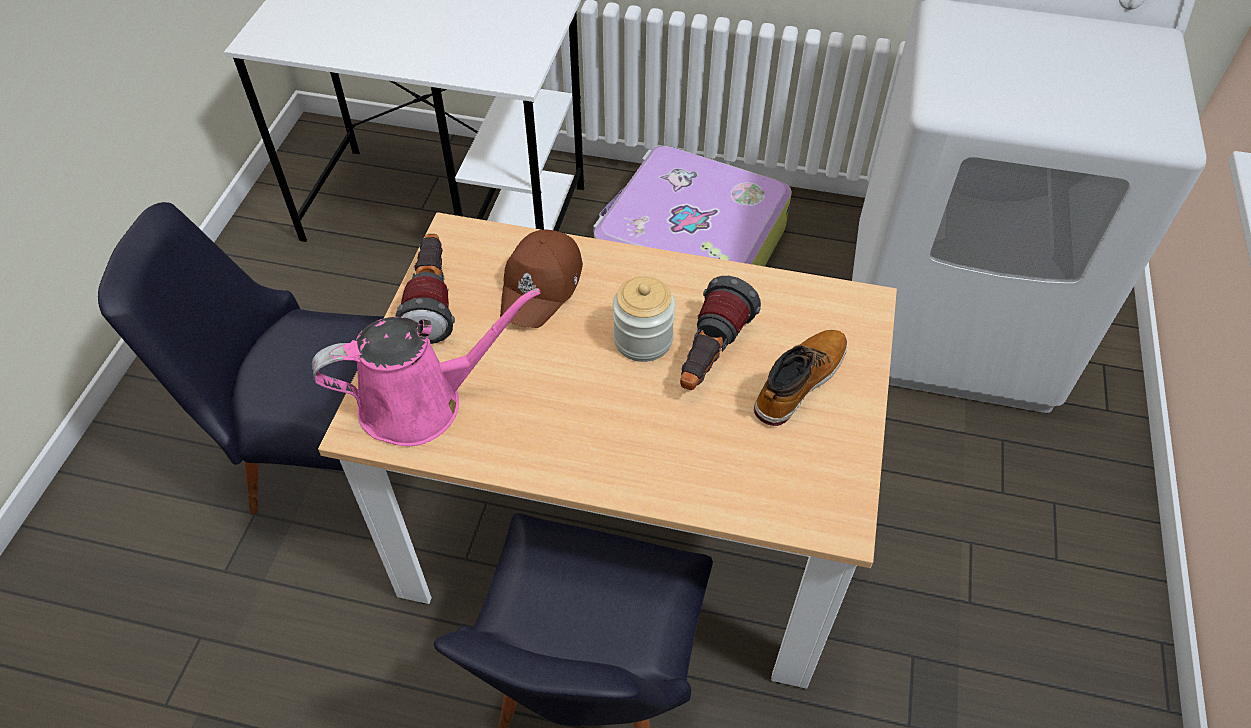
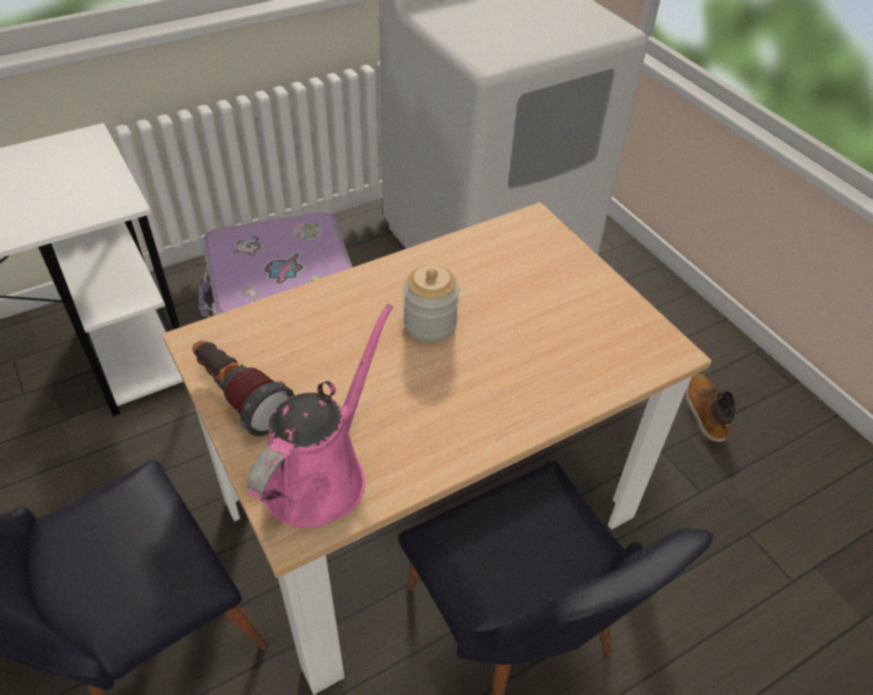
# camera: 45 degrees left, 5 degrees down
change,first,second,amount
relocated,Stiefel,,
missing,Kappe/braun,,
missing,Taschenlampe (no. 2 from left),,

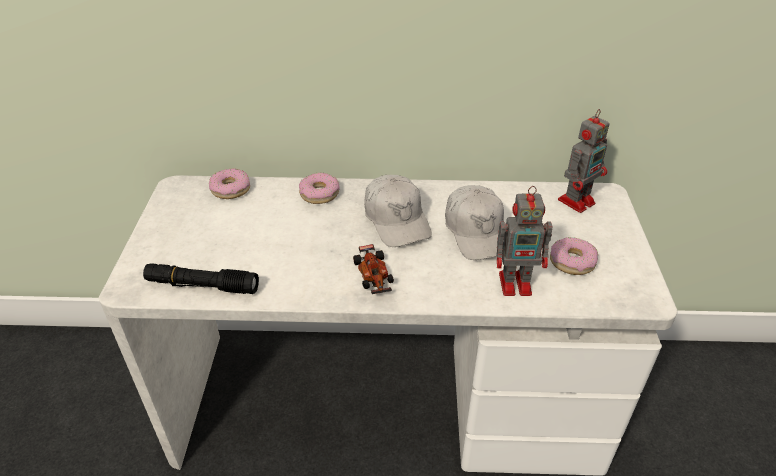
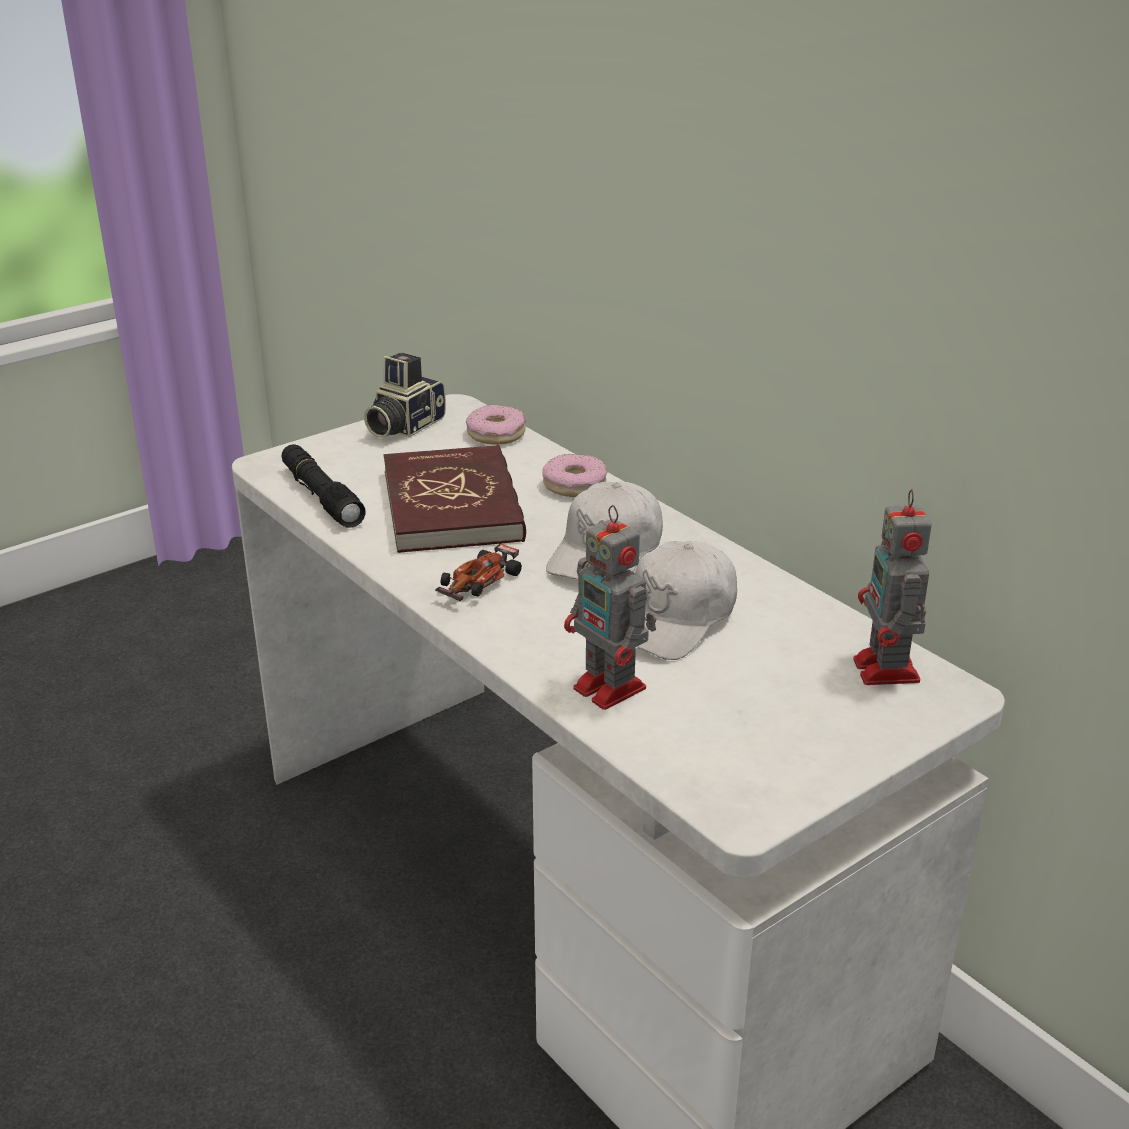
# camera: 50 degrees right, 10 degrees down
change,first,second,amount
appeared,,Kamera,
appeared,,Buch/rot,
spun,Spielzeugroboter (no. 2 from left),,75 degrees clockwise
missing,Donut (no. 3 from left),,

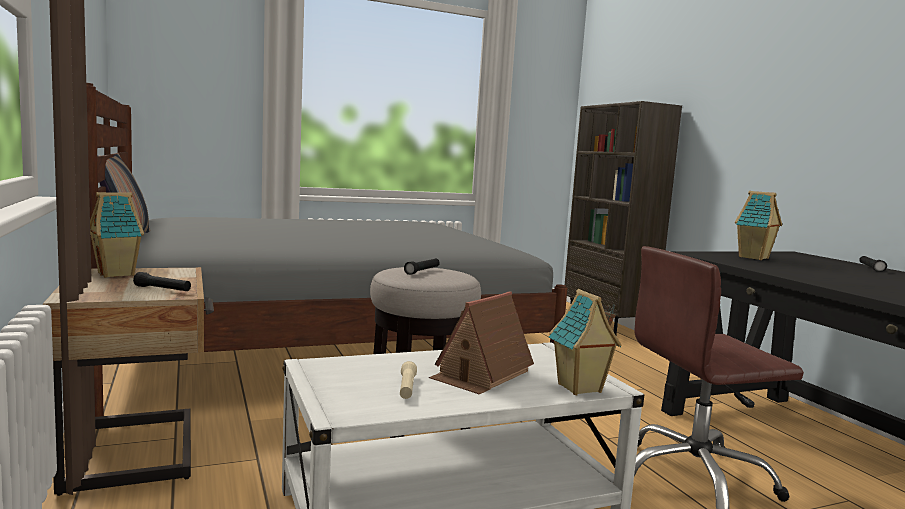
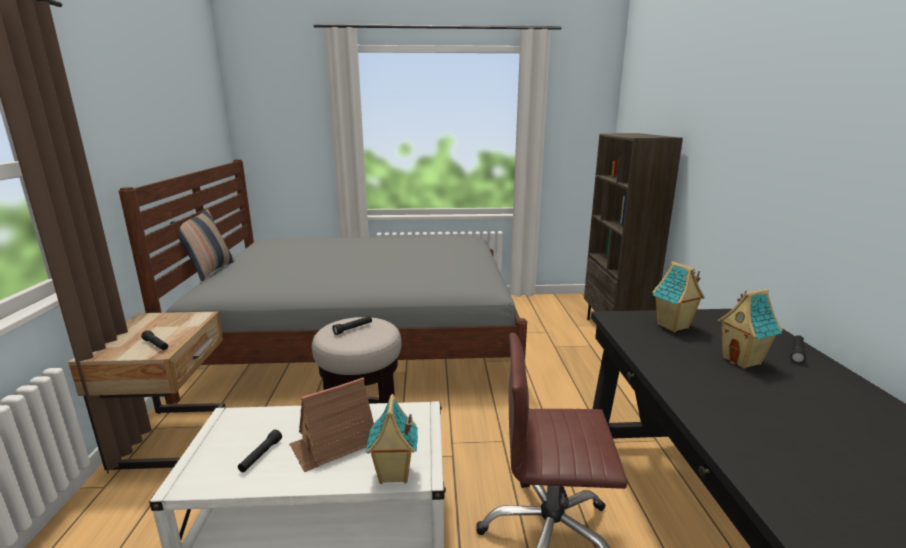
# camera: 20 degrees right, 10 degrees up
change,first,second,amount
colour,Taschenlampe/beige,Taschenlampe/schwarz (no. 2 from left),
relocated,Spielzeughaus (no. 1 from left in the first image),Spielzeughaus (no. 4 from left),

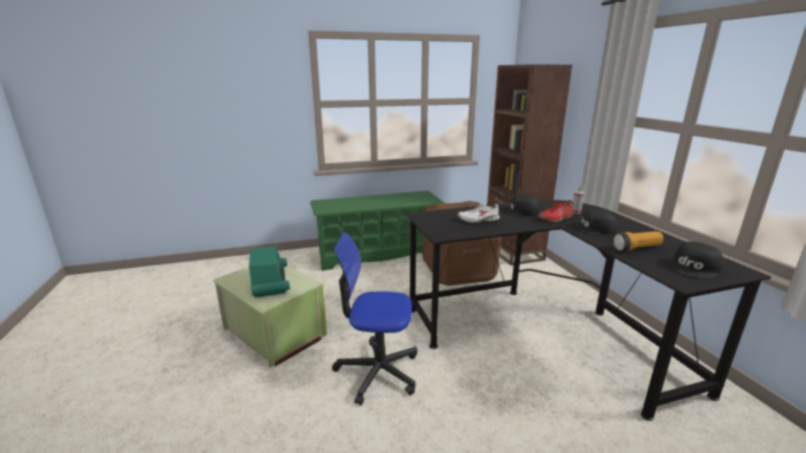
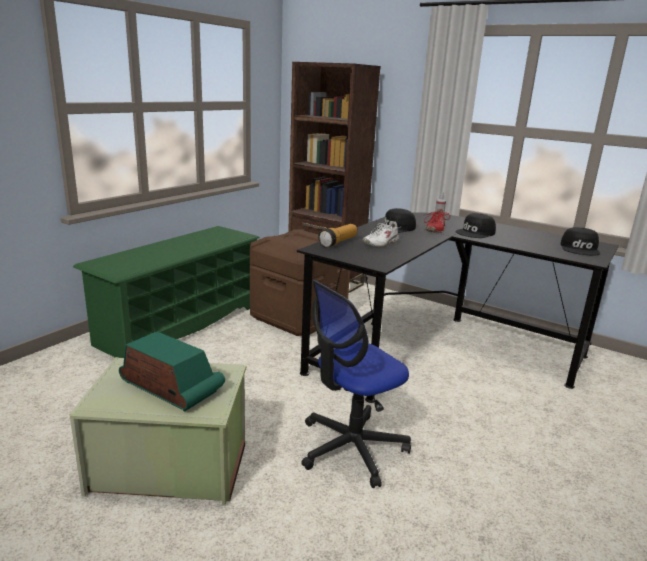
# camera: 40 degrees left, 0 degrees up
change,first,second,amount
relocated,Taschenlampe,,

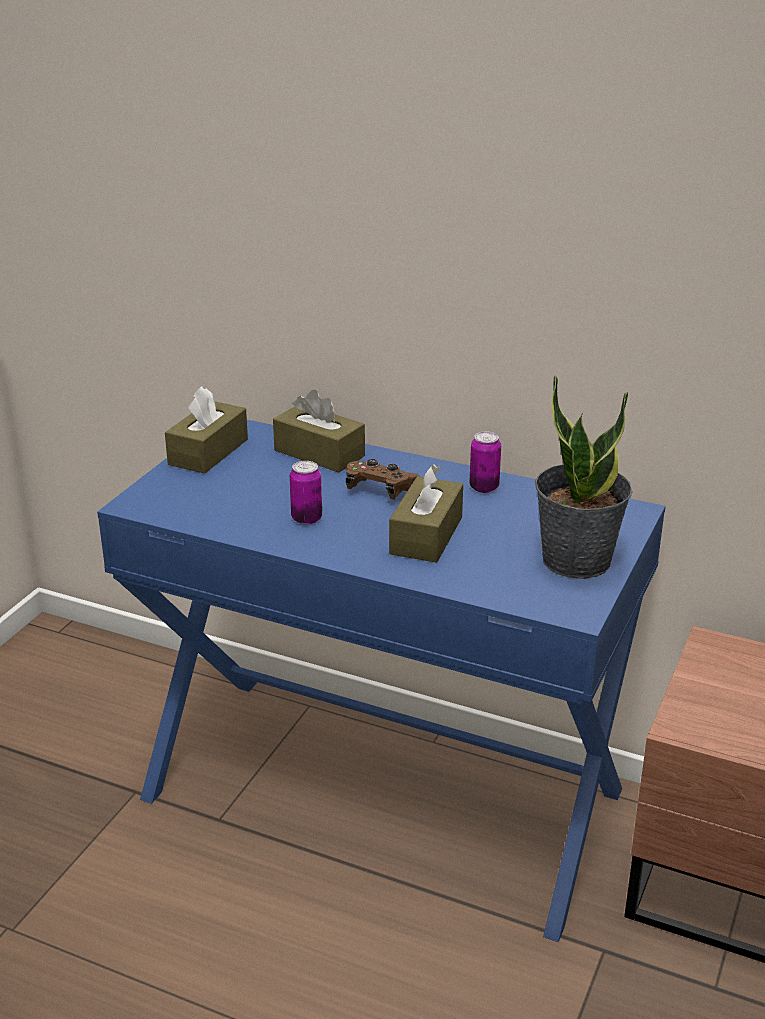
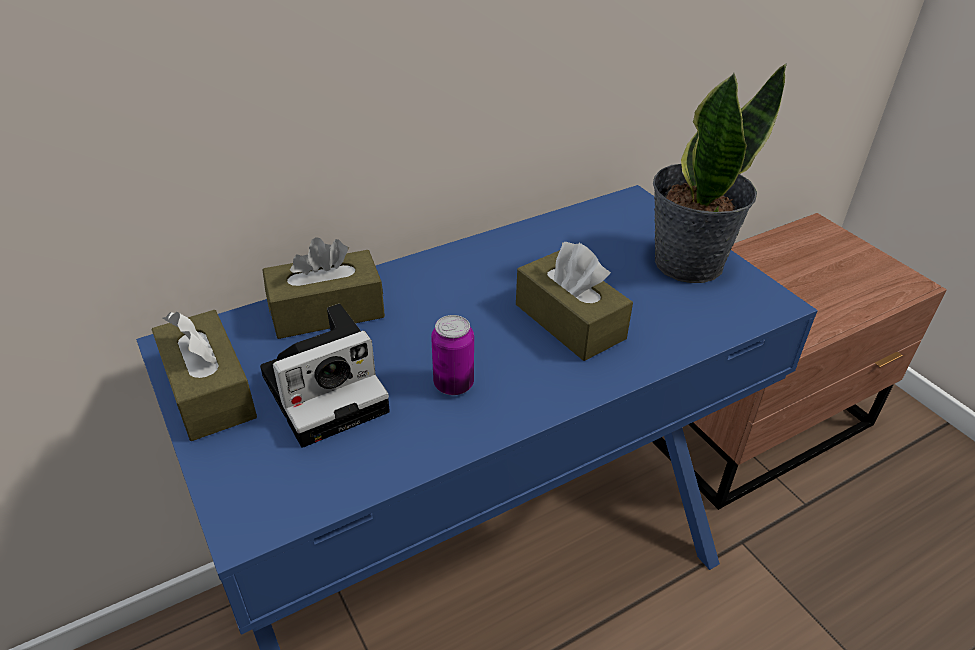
# camera: 55 degrees left, 10 degrees up
change,first,second,amount
appeared,,Kamera,
missing,Gamepad/braun,,
missing,Dose (no. 2 from left),,

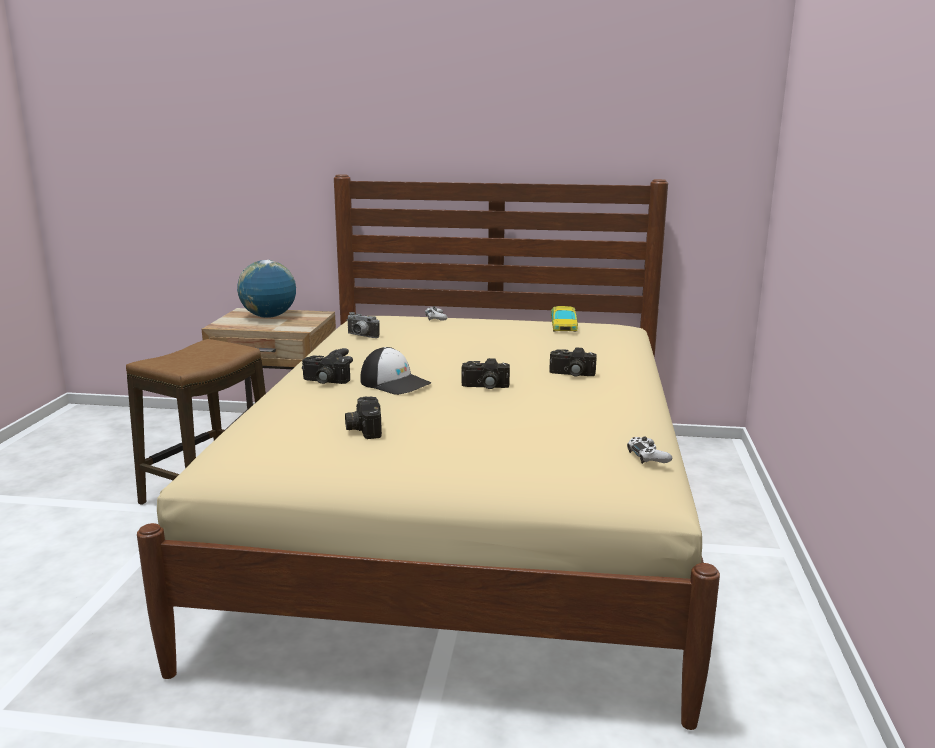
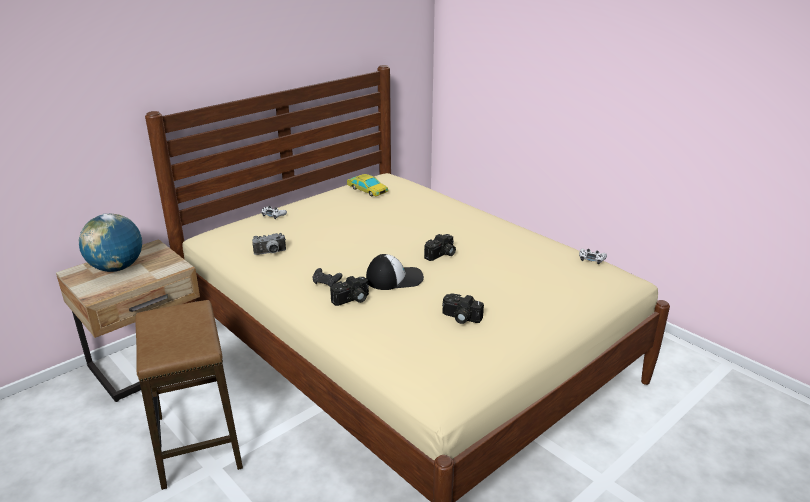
# camera: 50 degrees left, 10 degrees up
change,first,second,amount
missing,Kamera (no. 5 from left),,

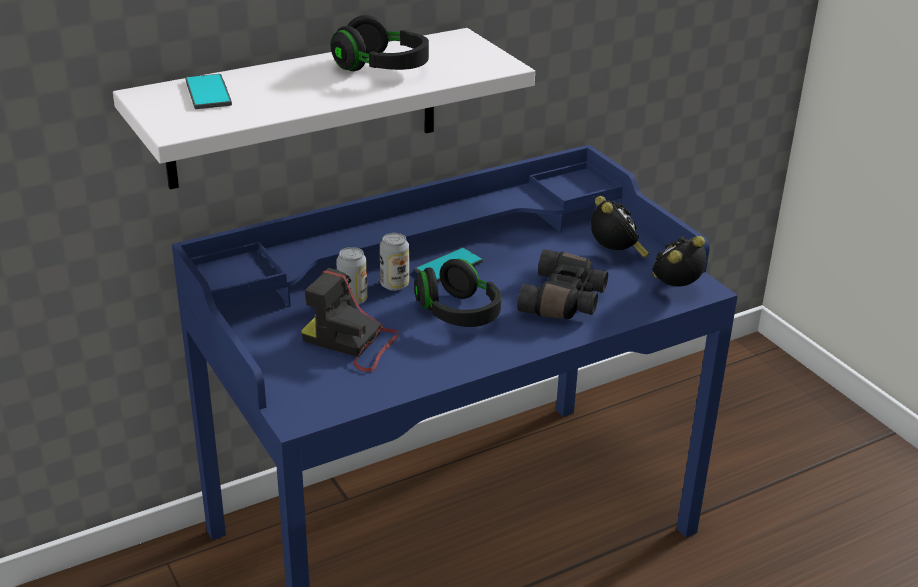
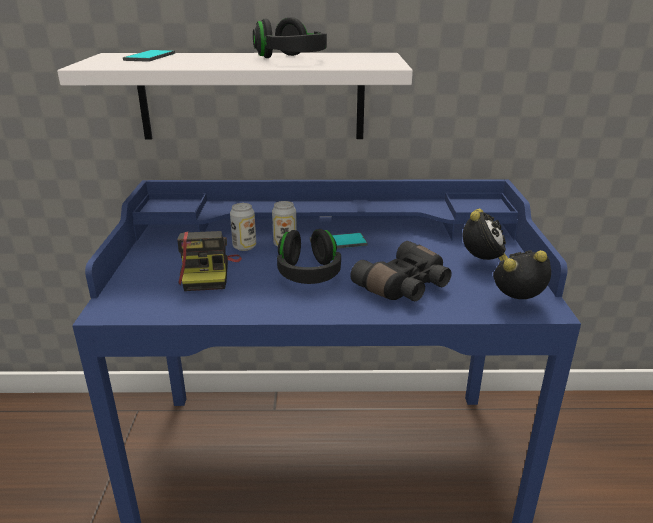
# camera: 30 degrees right, 5 degrees down
change,first,second,amount
spun,Kamera,,150 degrees counterclockwise

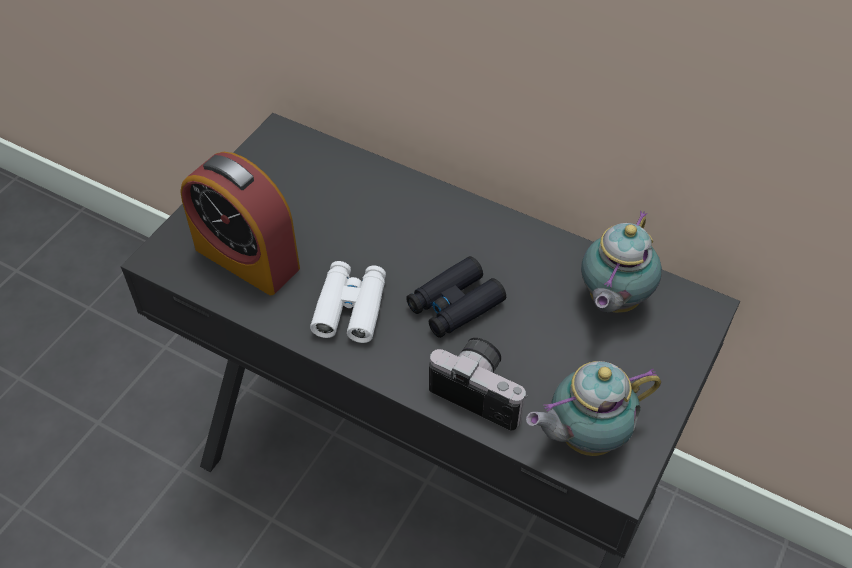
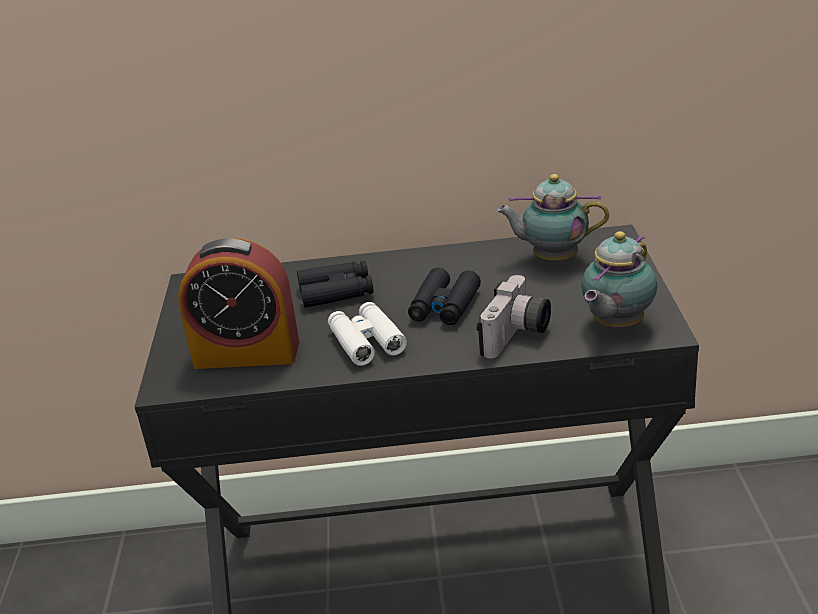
# camera: 30 degrees left, 20 degrees down
change,first,second,amount
appeared,,Fernglas/schwarz (no. 1 from left),
spun,Kamera,,120 degrees clockwise
spun,Teekanne (no. 2 from left in the first image),Teekanne (no. 1 from left),105 degrees clockwise

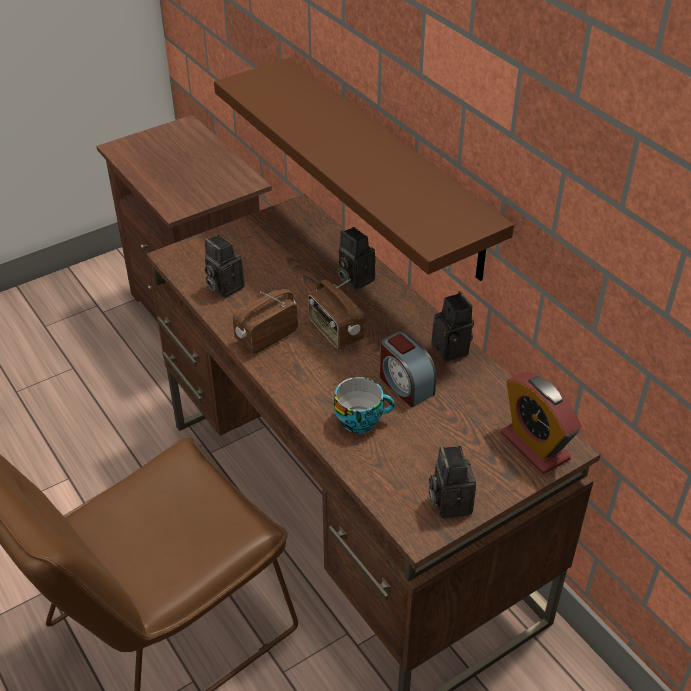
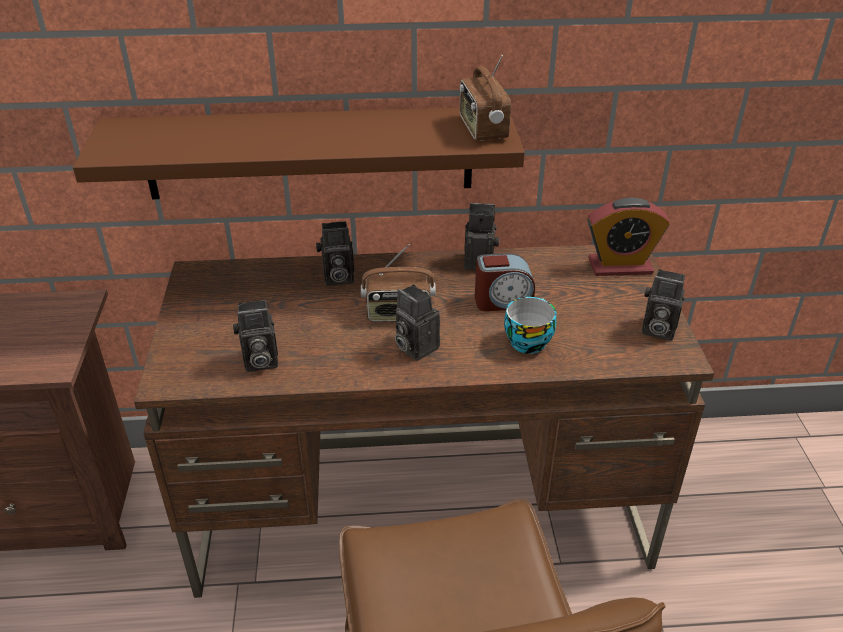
# camera: 60 degrees left, 5 degrees down
change,first,second,amount
appeared,,Kamera (no. 3 from left),
relocated,Radio (no. 1 from left in the first image),Radio (no. 2 from left),

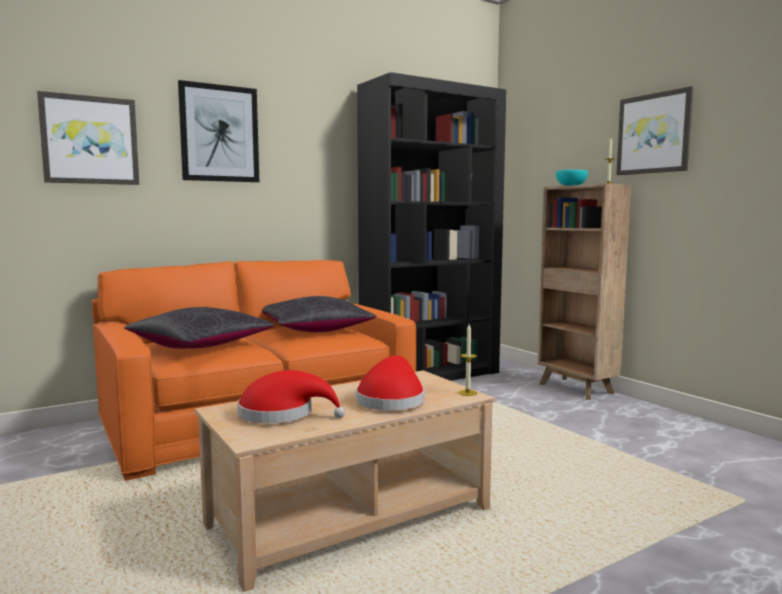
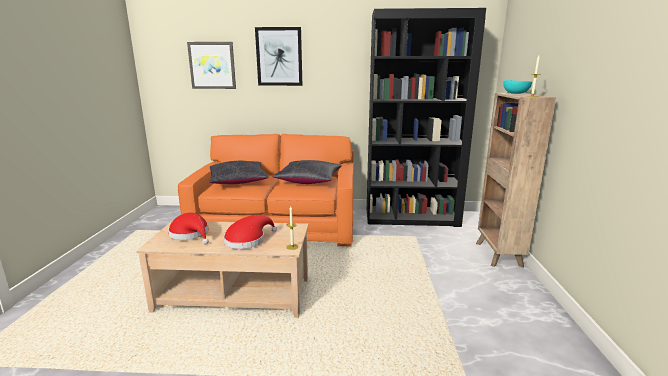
# camera: 35 degrees right, 10 degrees up
change,first,second,amount
missing,Bild (no. 3 from left),,

